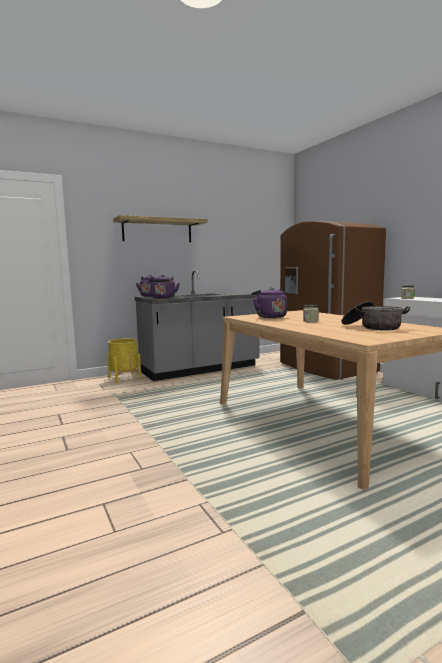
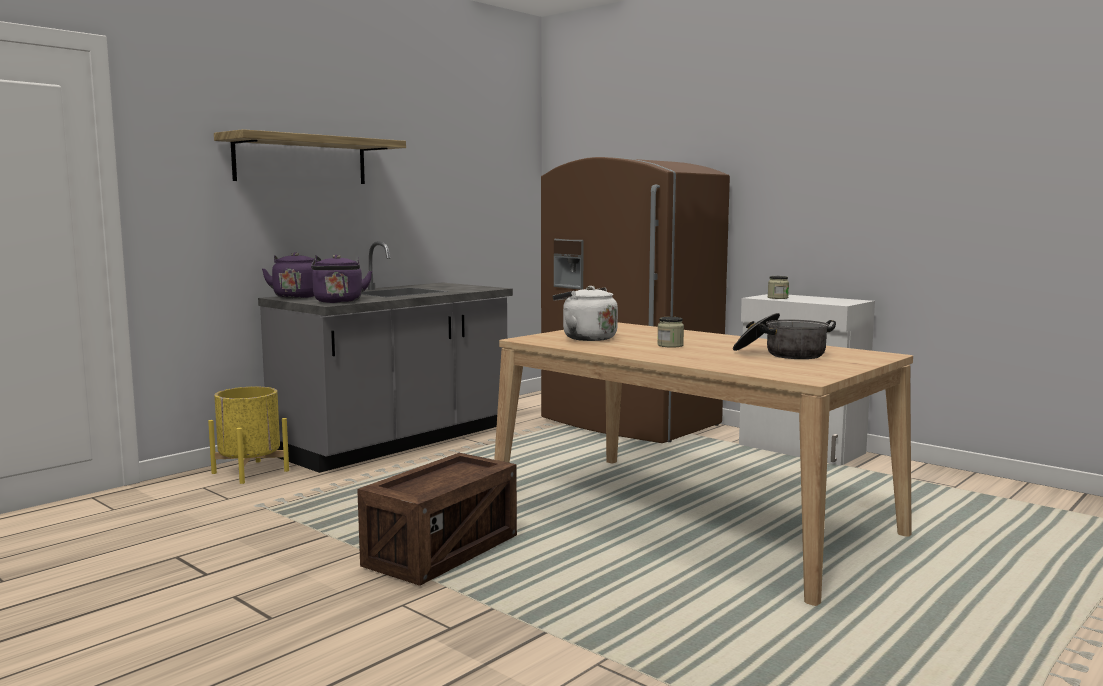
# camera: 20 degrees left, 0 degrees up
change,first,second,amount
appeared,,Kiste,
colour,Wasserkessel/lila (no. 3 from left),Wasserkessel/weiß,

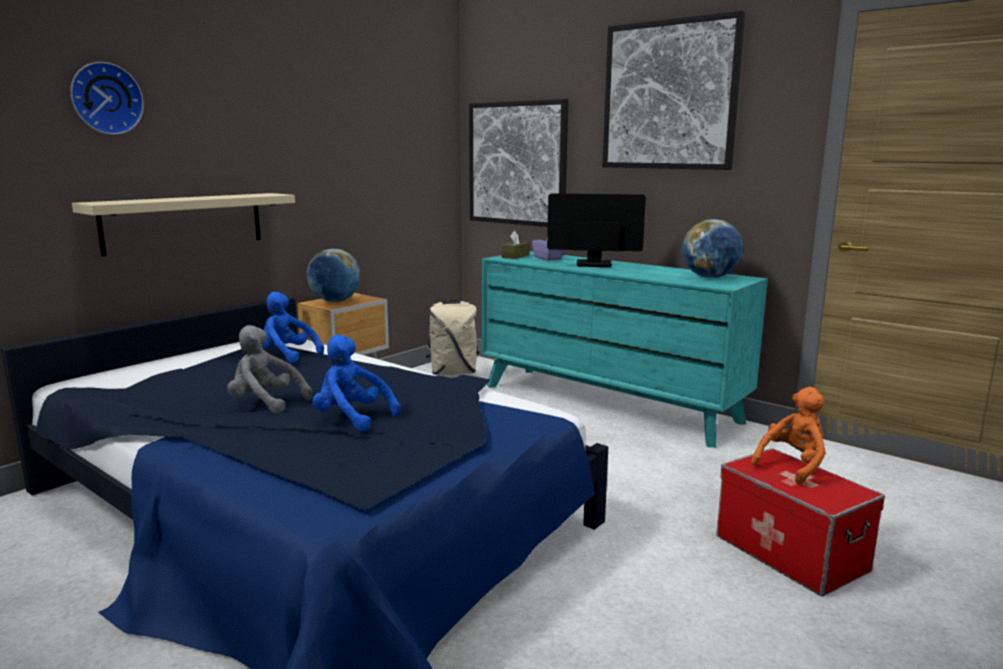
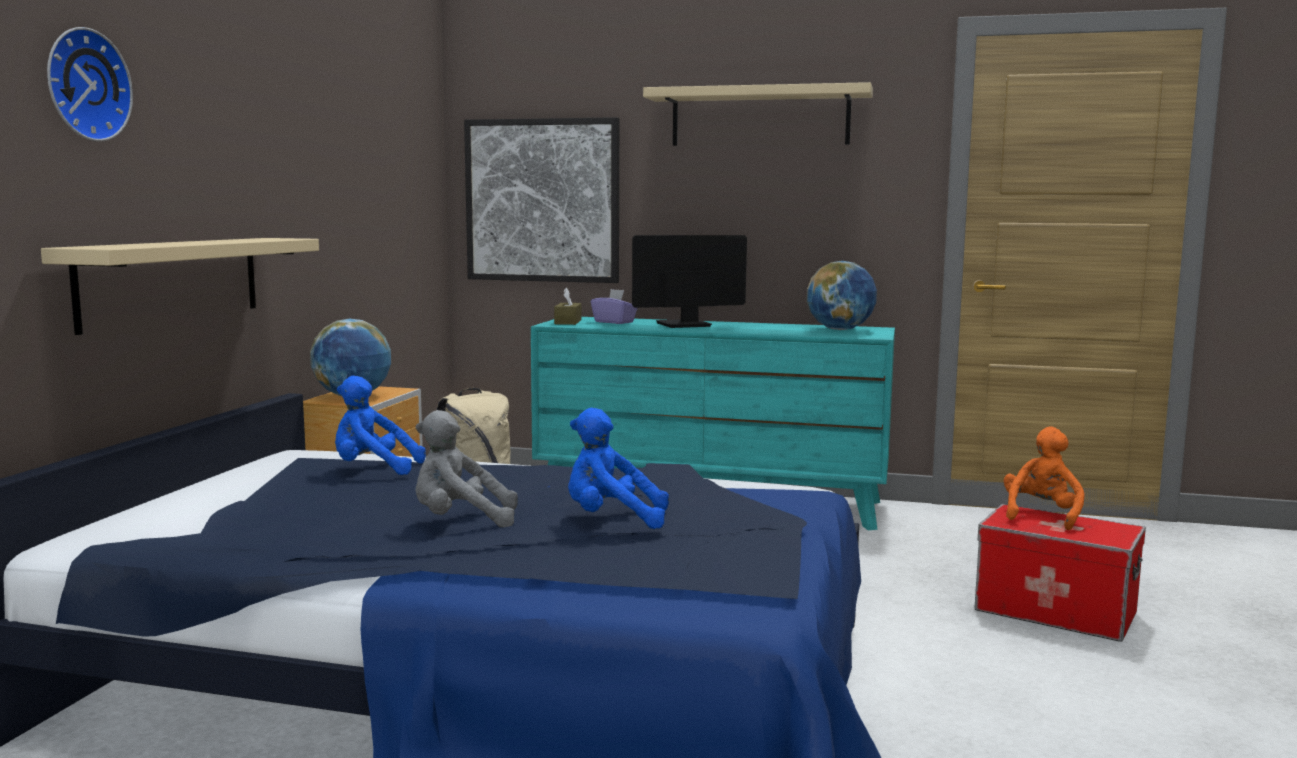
# camera: 25 degrees left, 5 degrees down
change,first,second,amount
exchanged,Bild (no. 2 from left),Wandregal/beige (no. 2 from left),

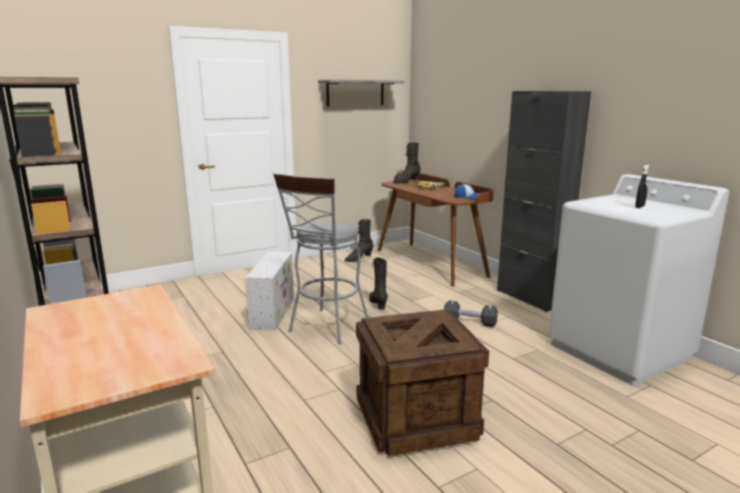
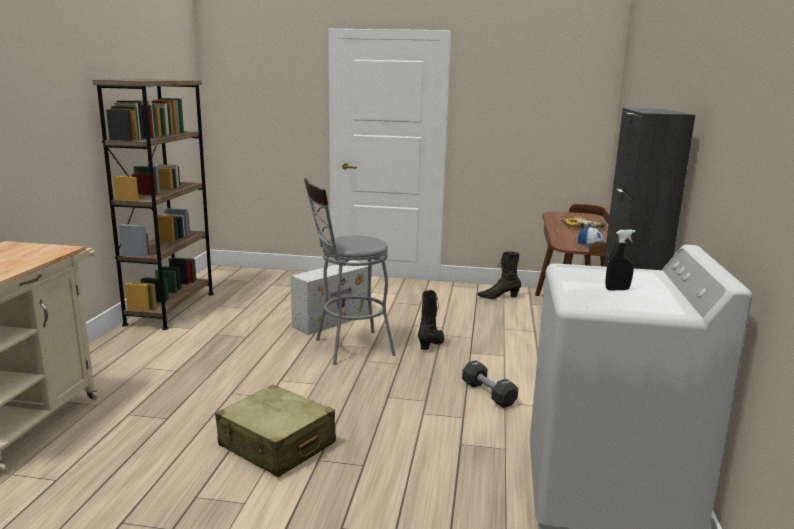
# camera: 40 degrees right, 0 degrees up
change,first,second,amount
exchanged,Kiste,Koffer/beige,
missing,Wandregal/grau,,
missing,Stiefel/schwarz (no. 3 from left),,

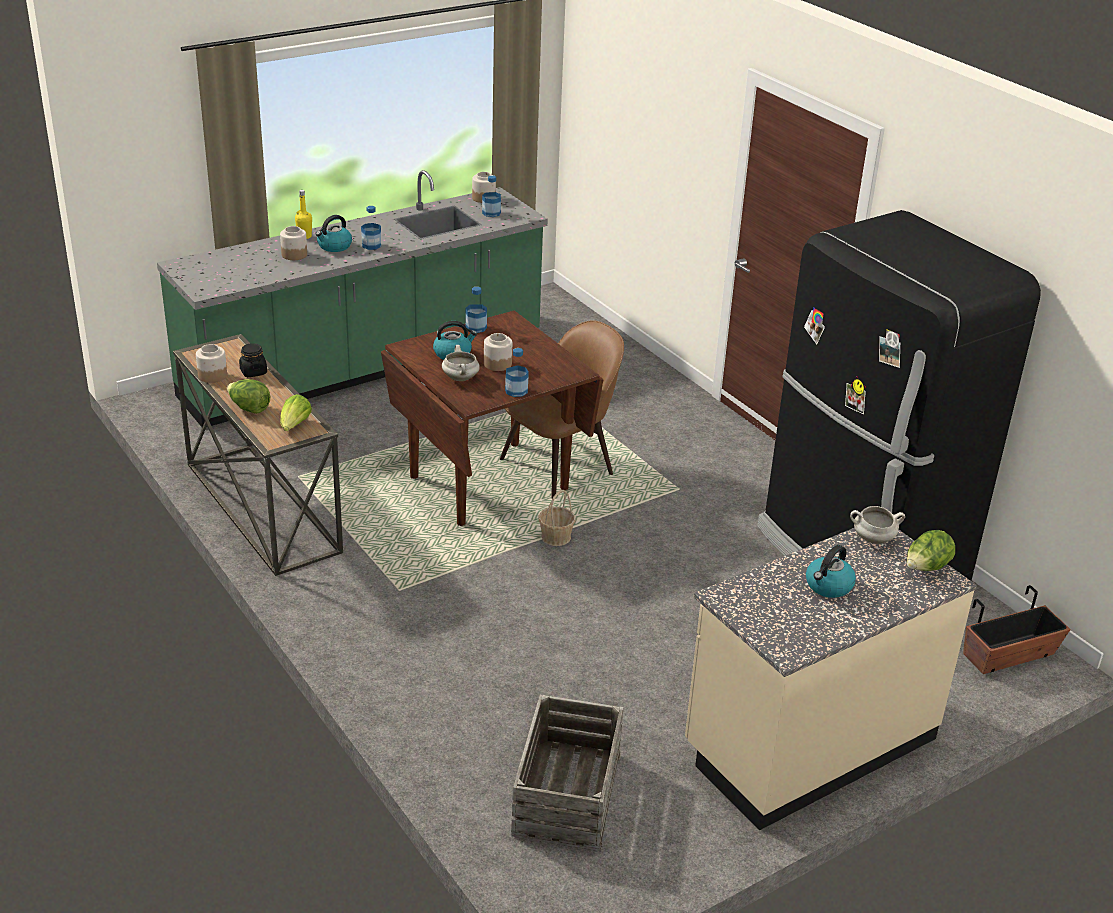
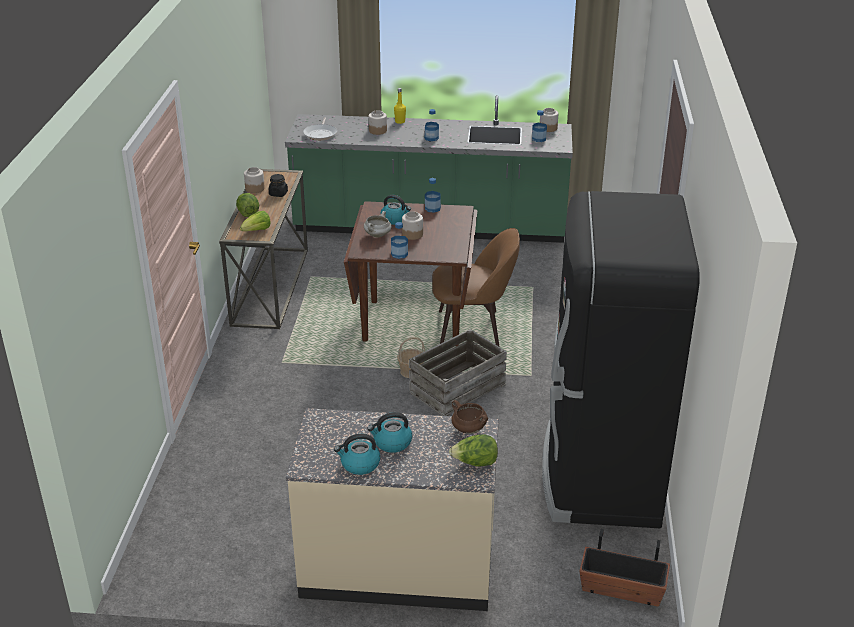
# camera: 40 degrees right, 0 degrees up
change,first,second,amount
appeared,,Pfanne,
relocated,Wasserkessel (no. 1 from left),,
relocated,Kiste,,
colour,Kochtopf/weiß (no. 2 from left),Kochtopf/braun,

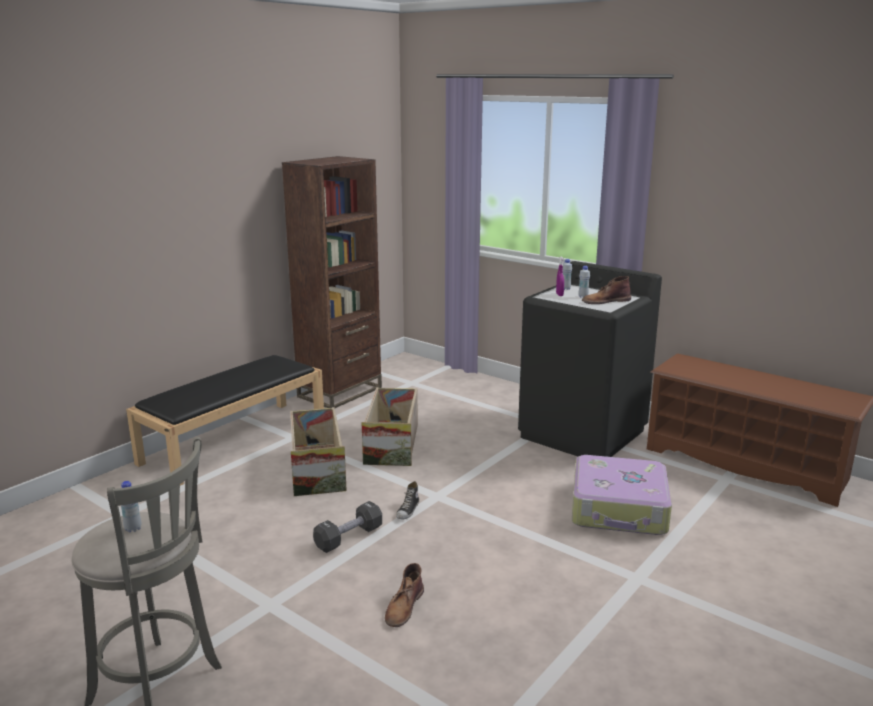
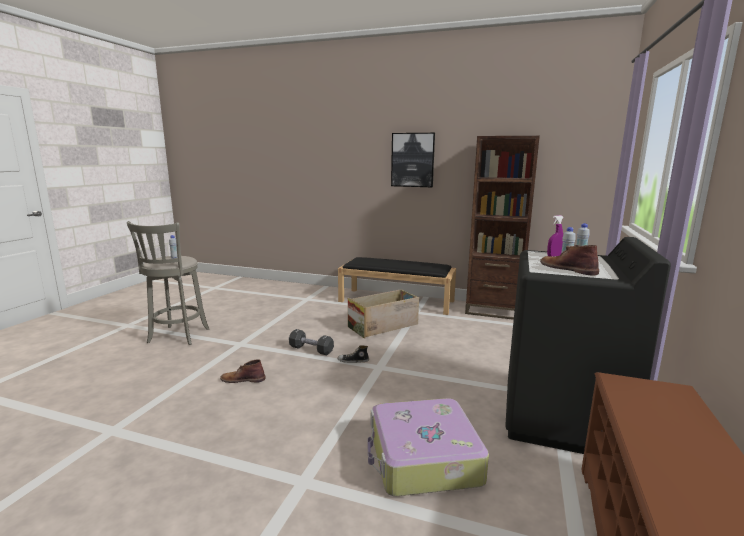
# camera: 70 degrees right, 5 degrees down
change,first,second,amount
appeared,,Bild,
missing,Kiste (no. 2 from left),,

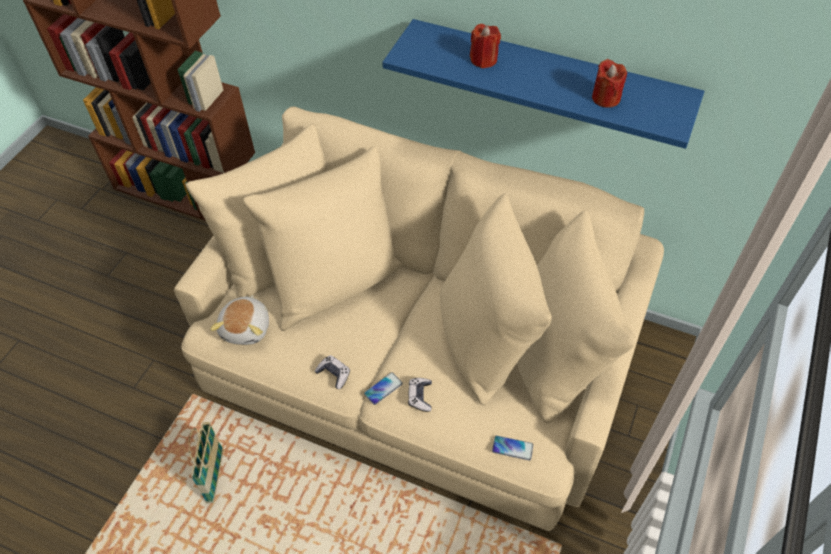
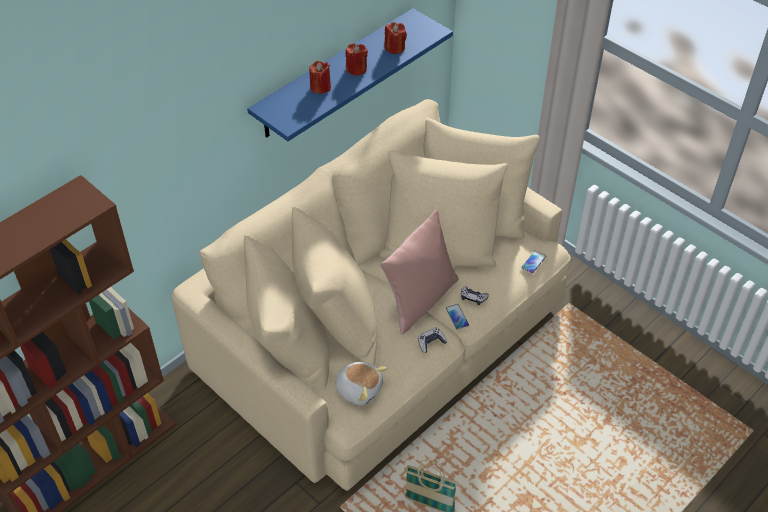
# camera: 70 degrees left, 5 degrees down
change,first,second,amount
appeared,,Kerze/rot (no. 2 from left),
appeared,,Kissen/rosa,

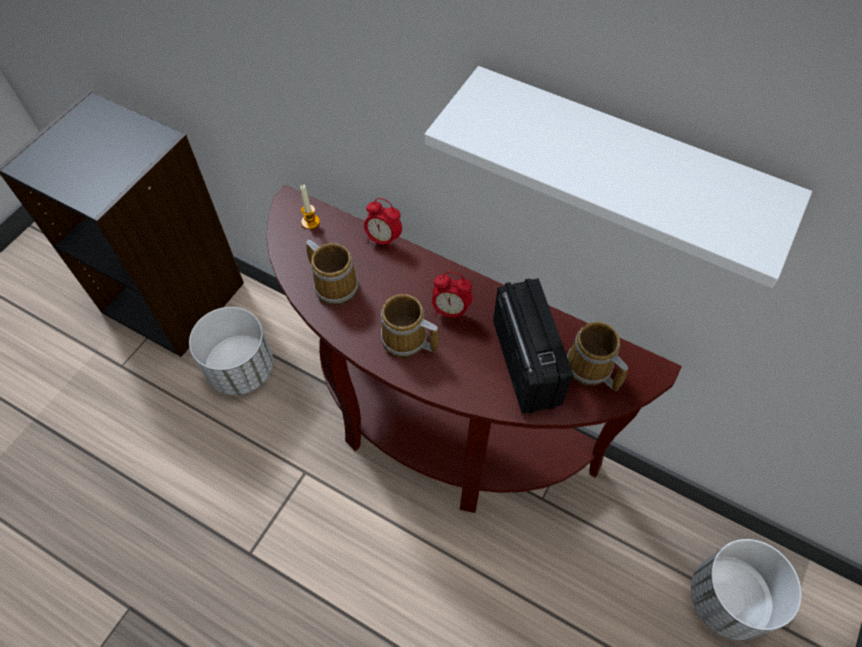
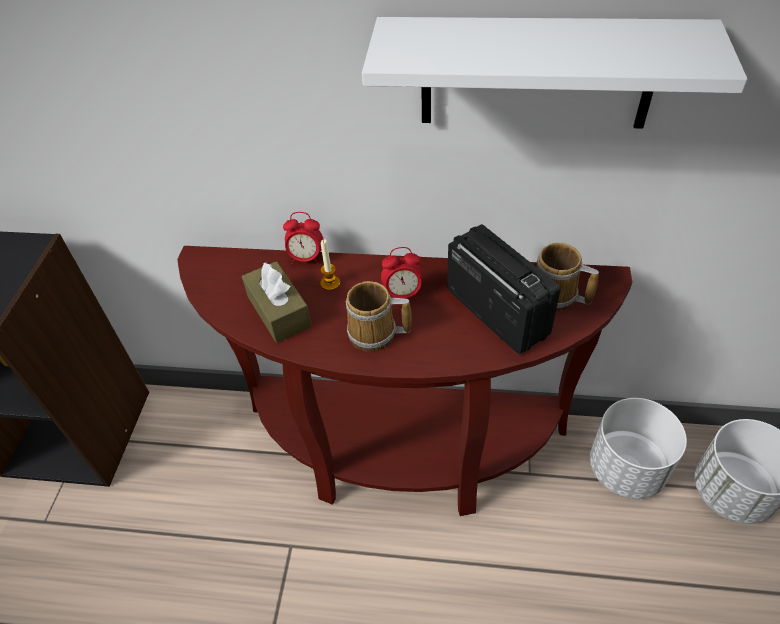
# camera: 20 degrees left, 10 degrees down
change,first,second,amount
exchanged,Henkelbecher (no. 1 from left),Taschentuchbox/braun,
relocated,Kerze,,
relocated,Pflanzkübel/weiß (no. 1 from left),,

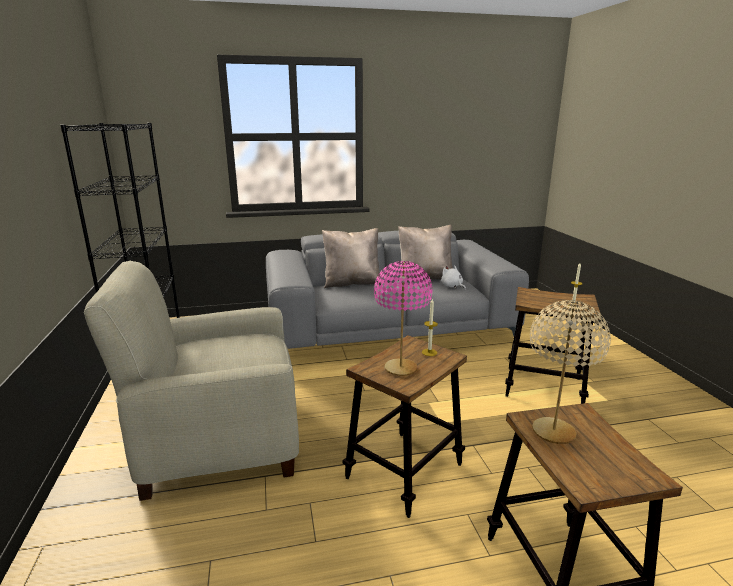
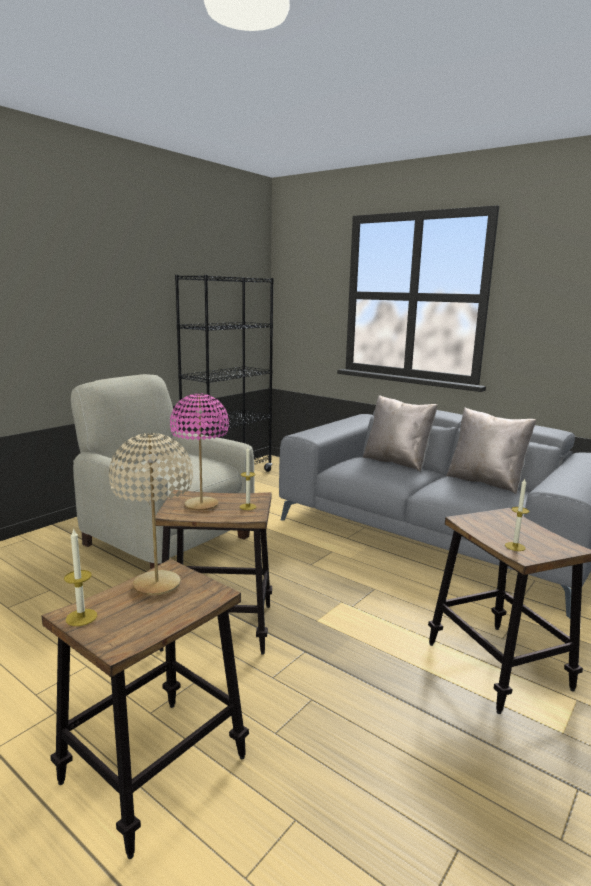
# camera: 50 degrees right, 5 degrees down
change,first,second,amount
appeared,,Kerze (no. 1 from left),
missing,Plüschtier/weiß,,

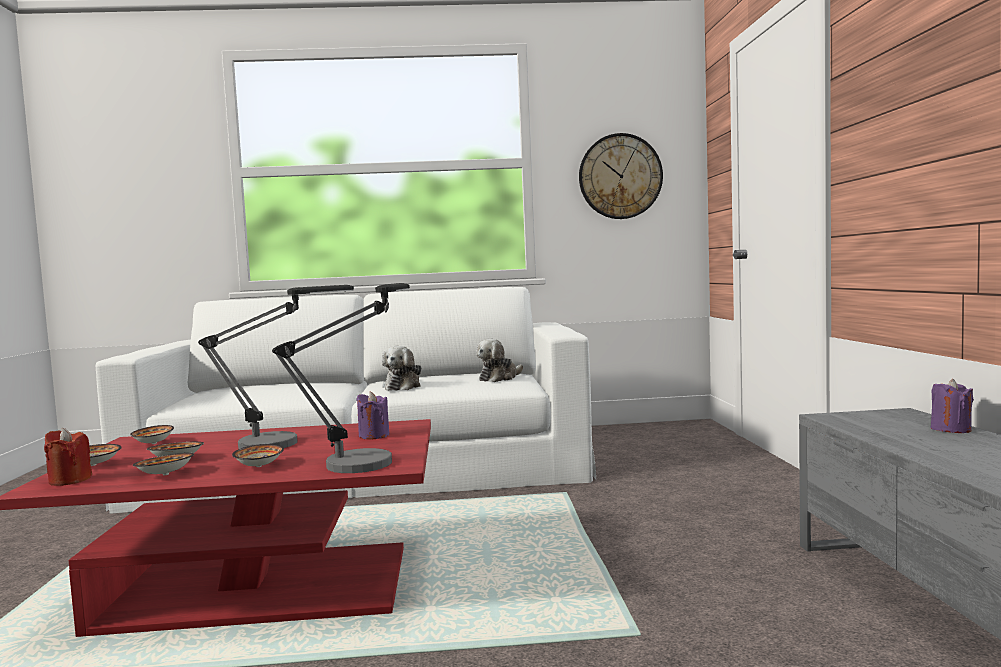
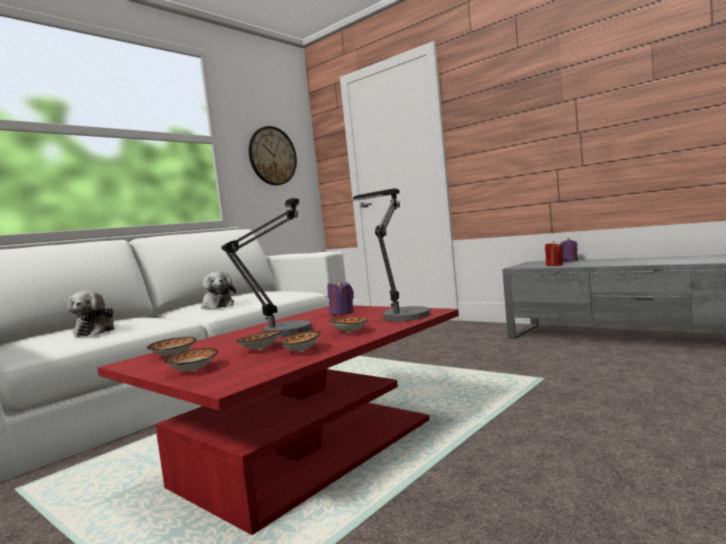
# camera: 45 degrees left, 0 degrees up
change,first,second,amount
relocated,Plüschtier (no. 2 from left in the first image),Plüschtier (no. 1 from left),
relocated,Kerze/rot,,

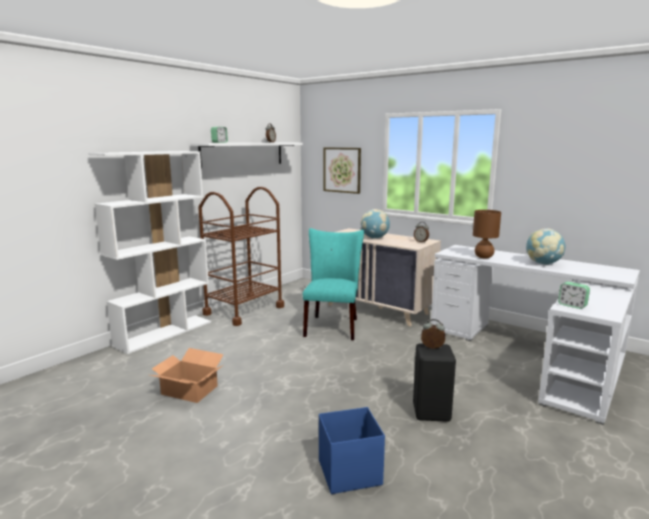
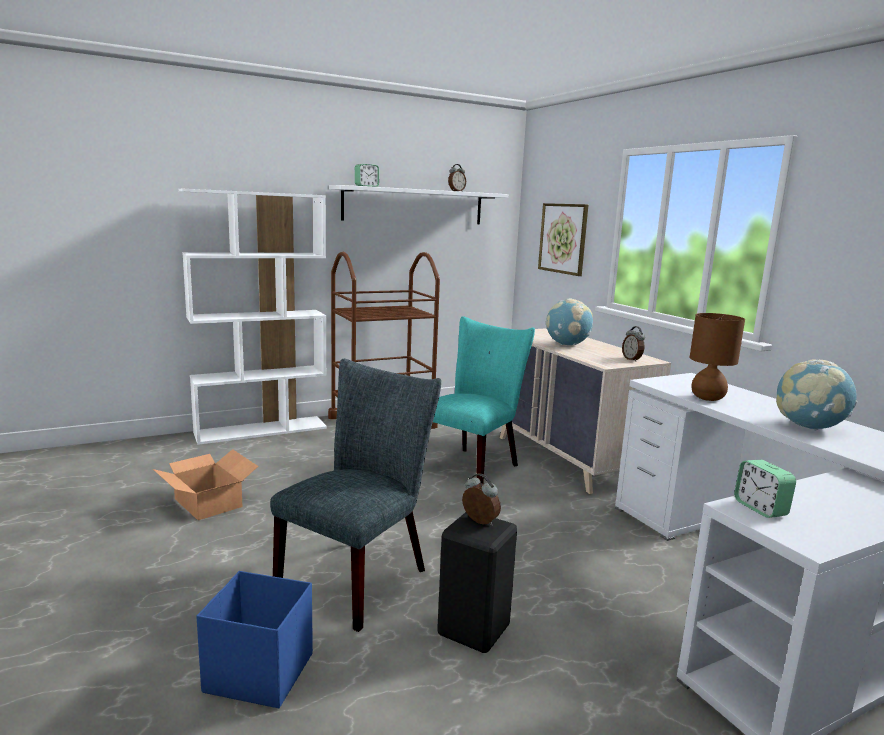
# camera: 25 degrees right, 0 degrees up
change,first,second,amount
appeared,,Stuhl/grau,

